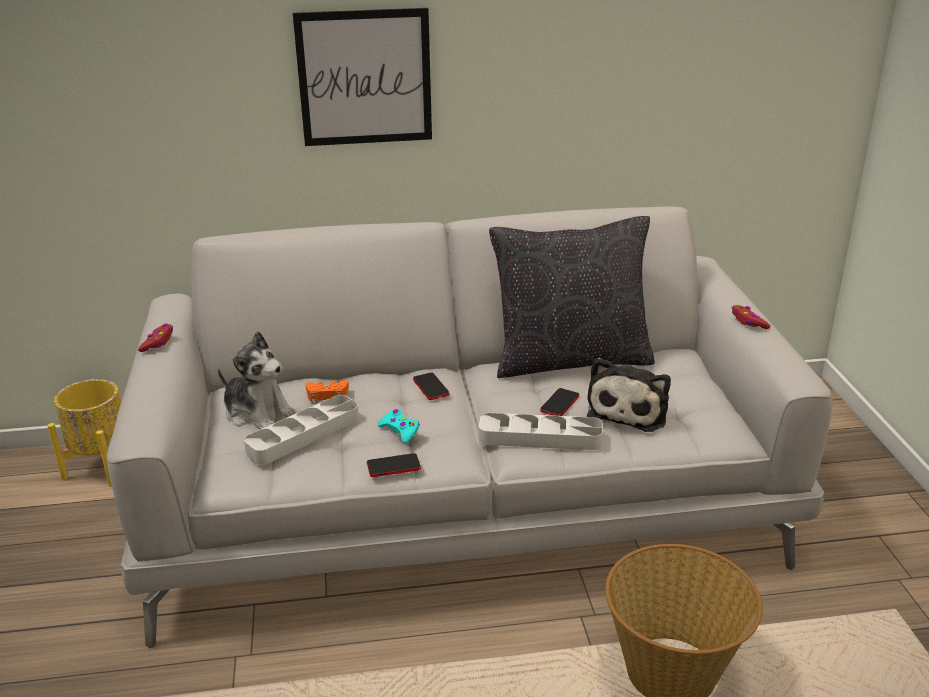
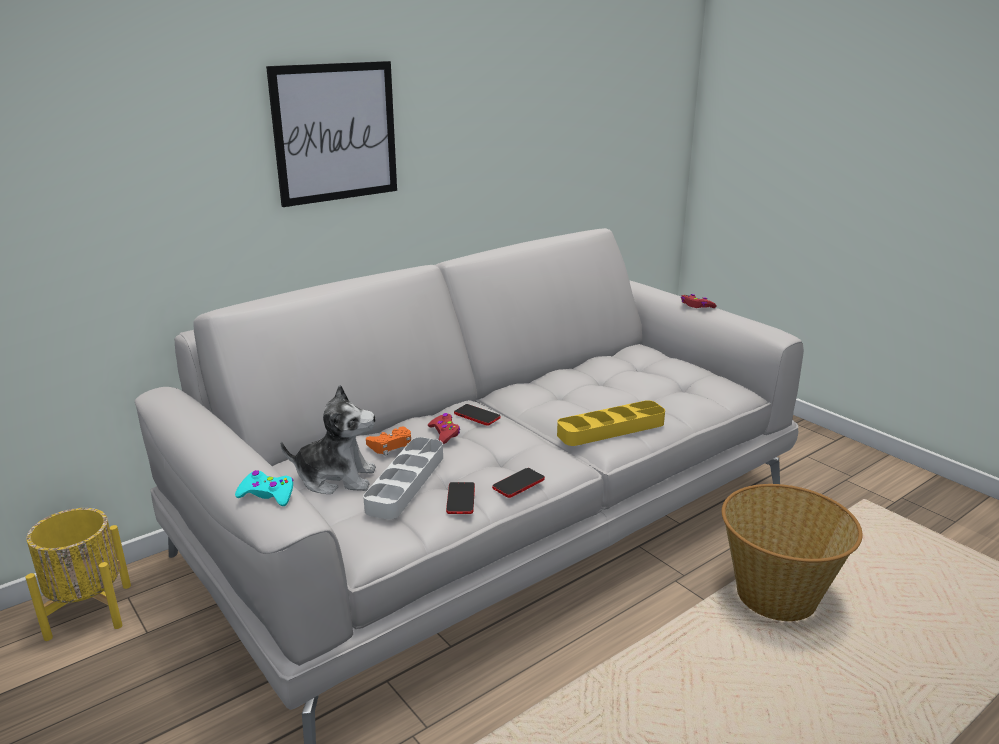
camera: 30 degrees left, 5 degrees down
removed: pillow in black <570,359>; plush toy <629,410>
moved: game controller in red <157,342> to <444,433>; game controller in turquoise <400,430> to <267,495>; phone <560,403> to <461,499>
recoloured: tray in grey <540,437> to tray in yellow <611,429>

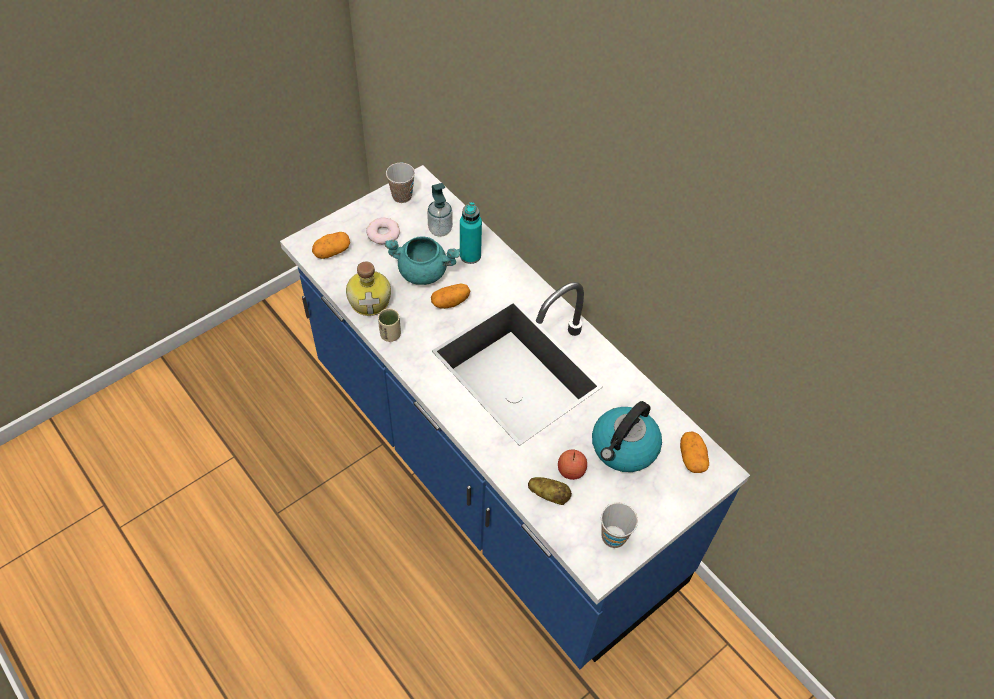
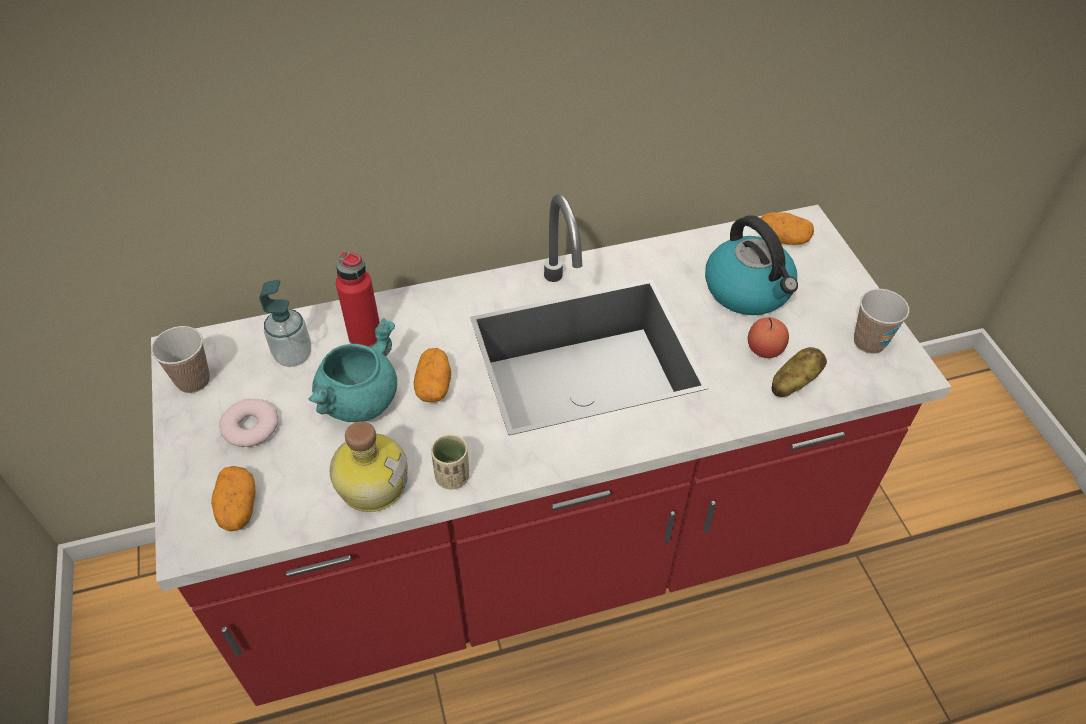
camera: 65 degrees left, 5 degrees down
recoloured: counter in blue <490,473> to counter in red <541,552>; bottle in turquoise <470,256> to bottle in red <365,337>

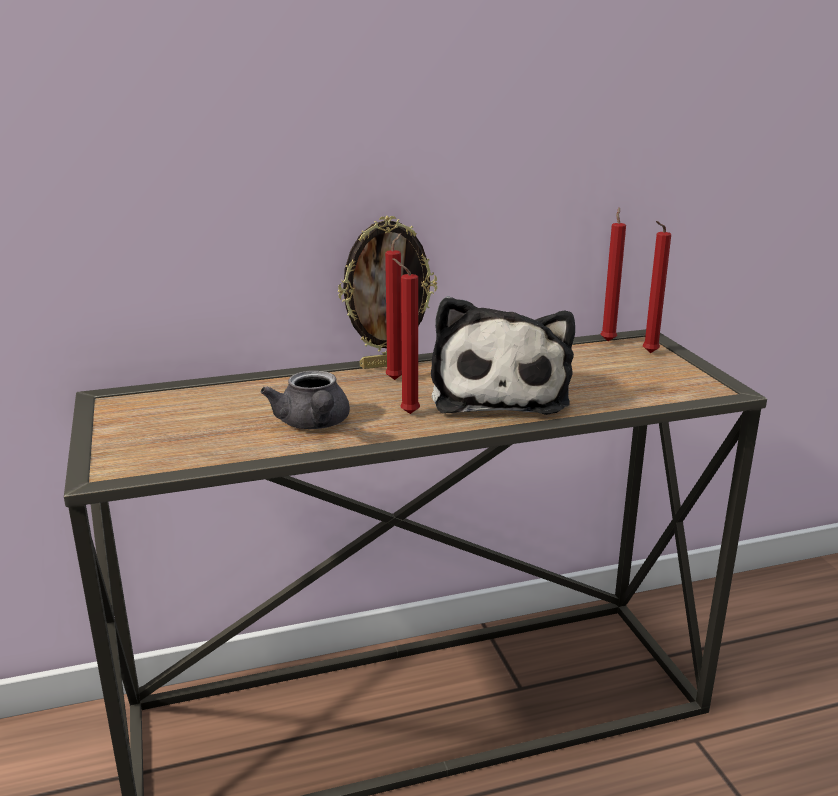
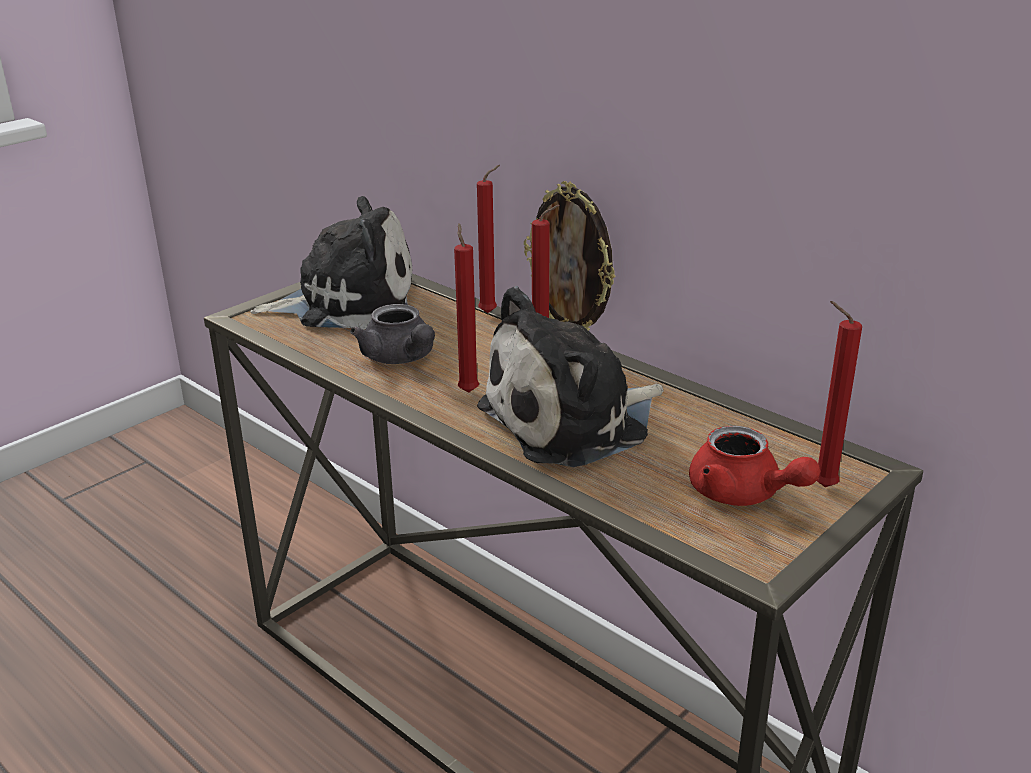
camera: 60 degrees right, 5 degrees up
added: plush toy <348,302>; teapot in red <743,494>
moved: candle in red <608,340> to <490,312>
turned: teapot in grey <313,424> = <401,358> 75 degrees counterclockwise

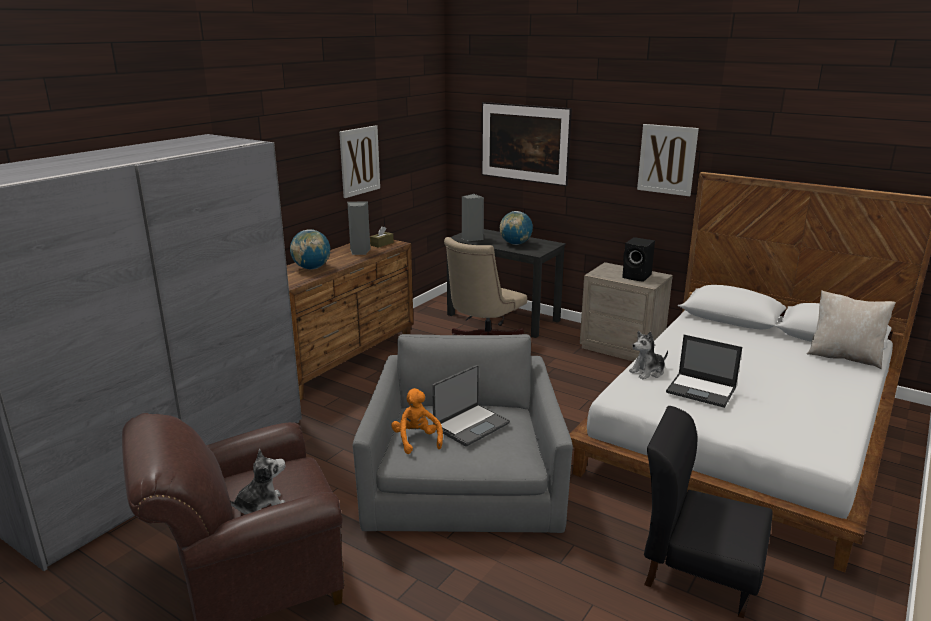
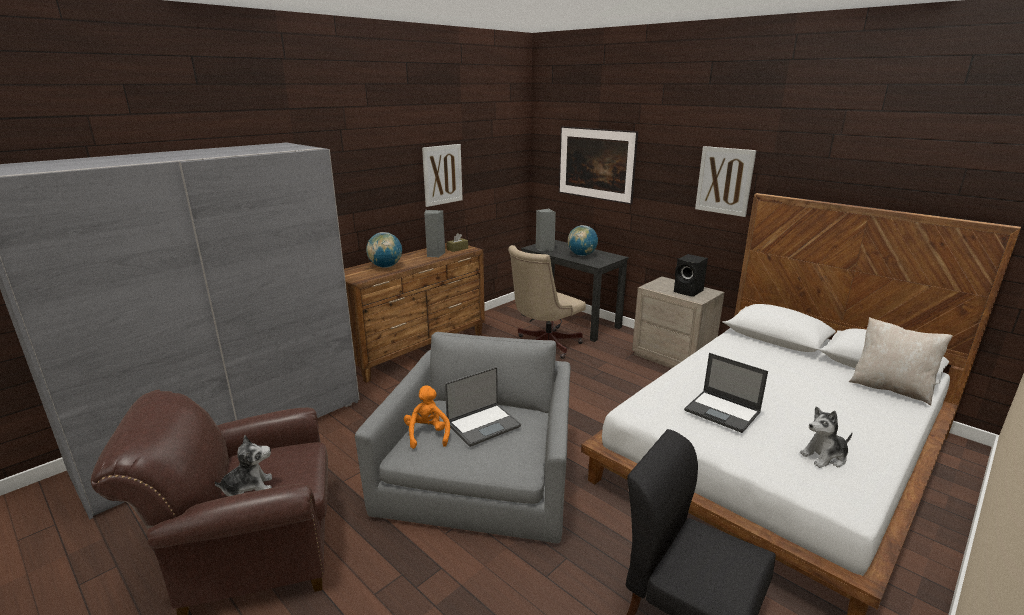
camera: 10 degrees right, 0 degrees up
moved: plush toy <648,372> to <824,457>

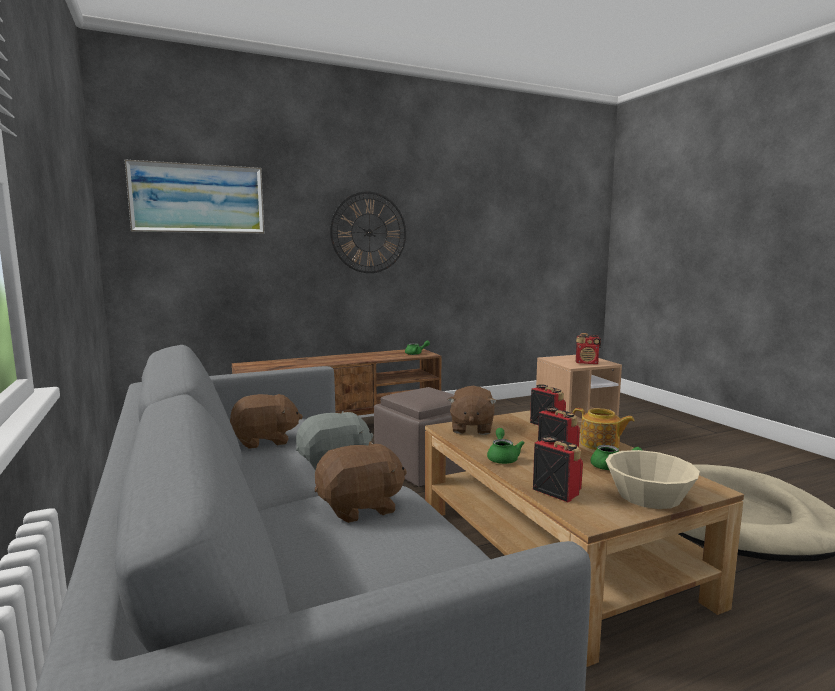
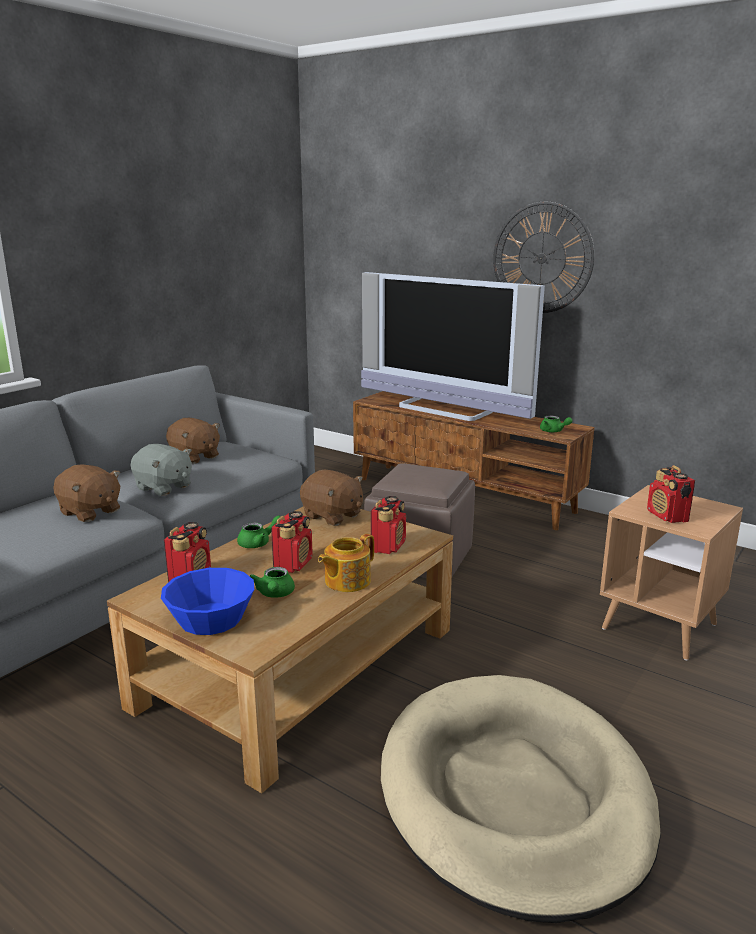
camera: 60 degrees right, 10 degrees up
removed: picture <198,199>
added: television <443,410>
recoloured: bowl in beige <648,495> to bowl in blue <210,618>
turned: plush toy in brown <471,428> = <332,516> 120 degrees counterclockwise; teapot <600,444> = <346,581> 45 degrees clockwise

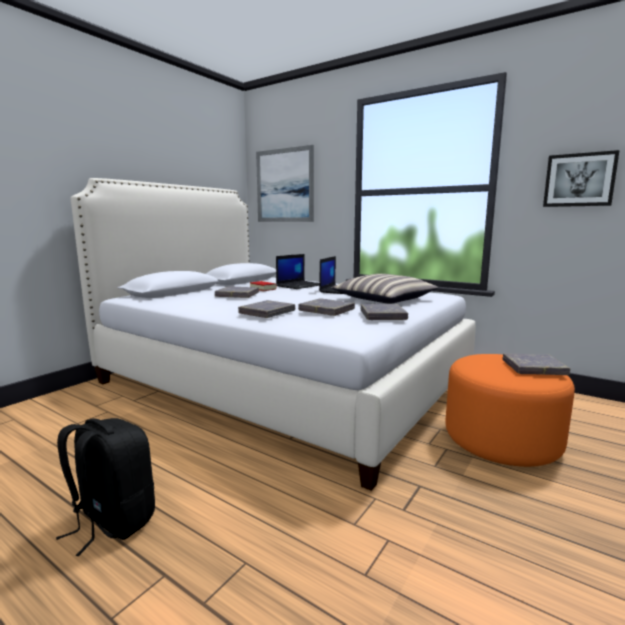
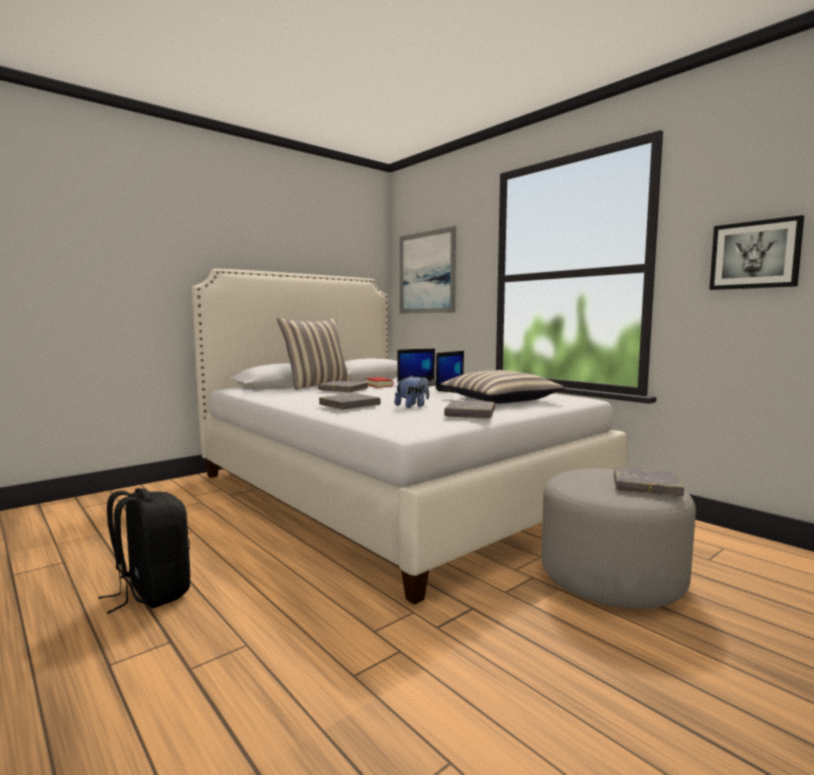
camera: 15 degrees right, 5 degrees down
added: pillow <317,385>
replaced: book in grey <326,310> to plush toy <412,406>
recoloured: ottoman in orange <501,440> to ottoman in grey <611,577>

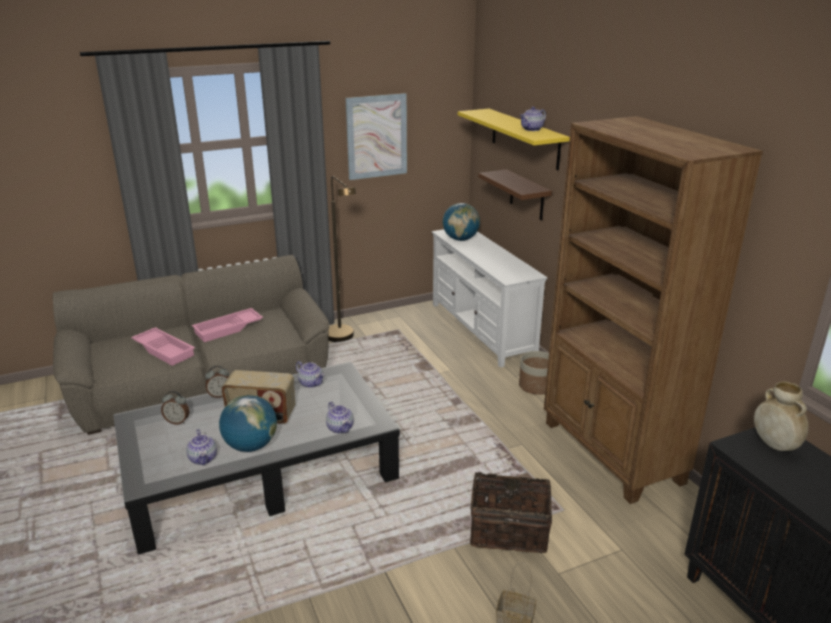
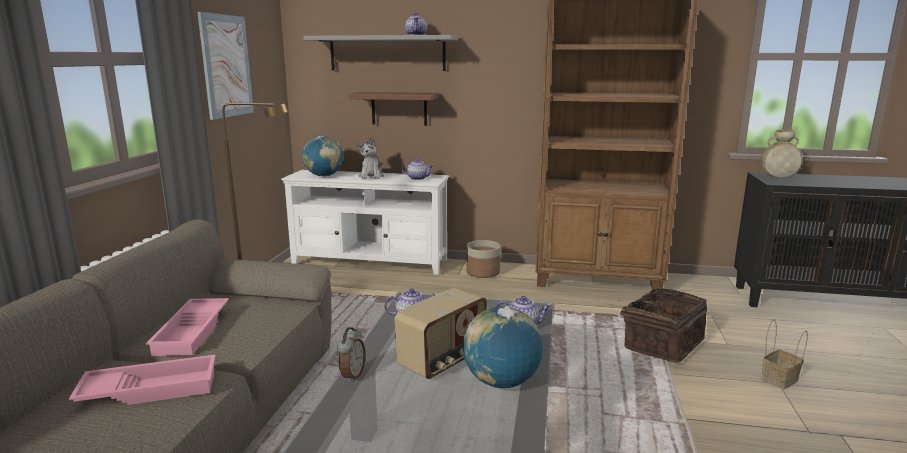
camera: 55 degrees left, 10 degrees down
removed: alarm clock <177,421>
added: plush toy <371,176>
moved: teapot <203,458> to <418,178>
recoloured: shelf in yellow <525,138> to shelf in grey <387,53>

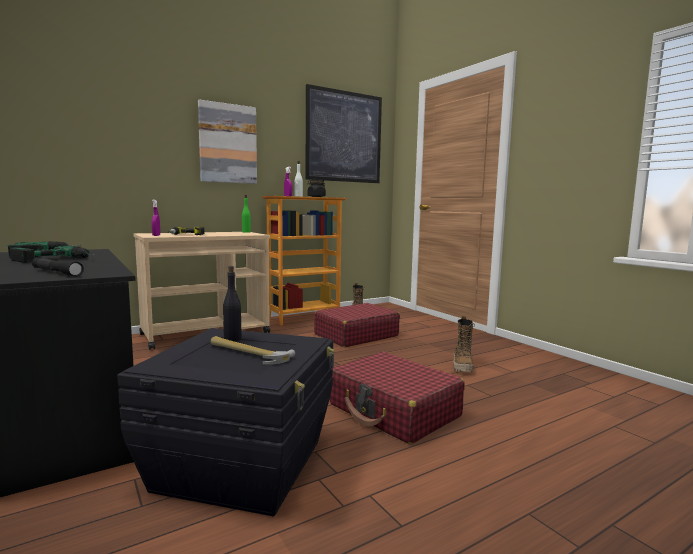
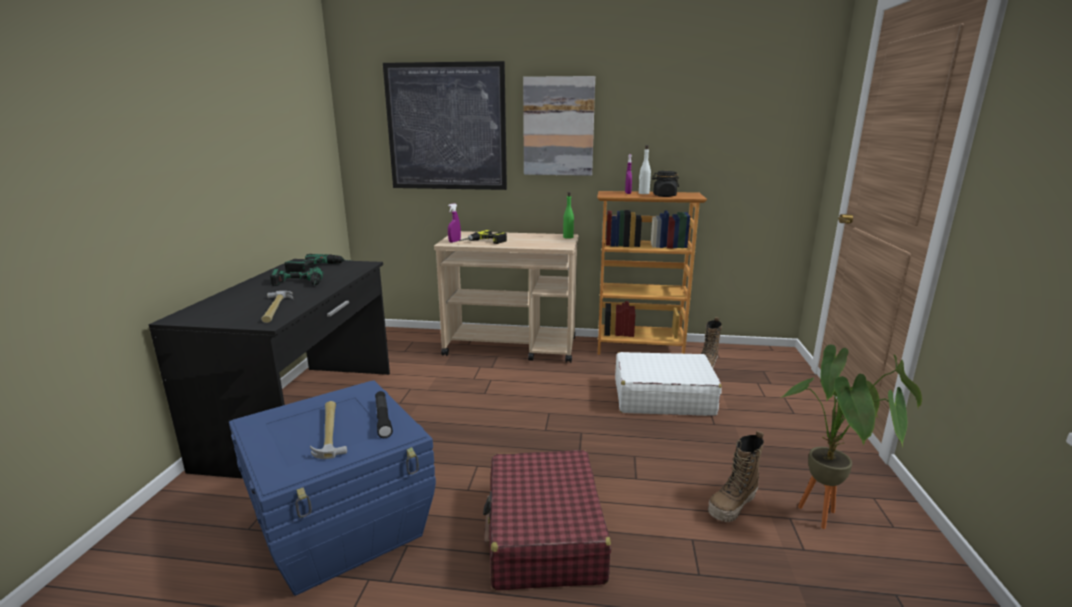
camera: 40 degrees right, 10 degrees up
removed: bottle in black <232,339>
added: hammer <274,309>; potted plant <827,521>
moved: flashlight in black <56,272> to <383,418>; picture <344,137> to <446,127>
recoloured: storage box in black <243,464> to storage box in blue <343,527>; suitcase in red <356,335> to suitcase in white <662,397>

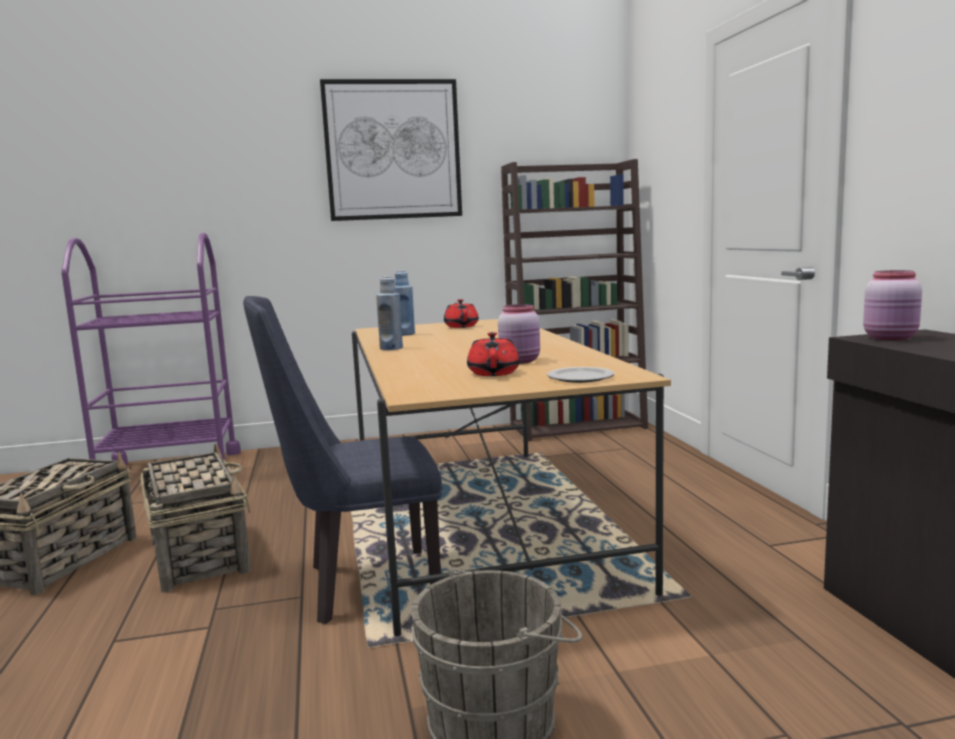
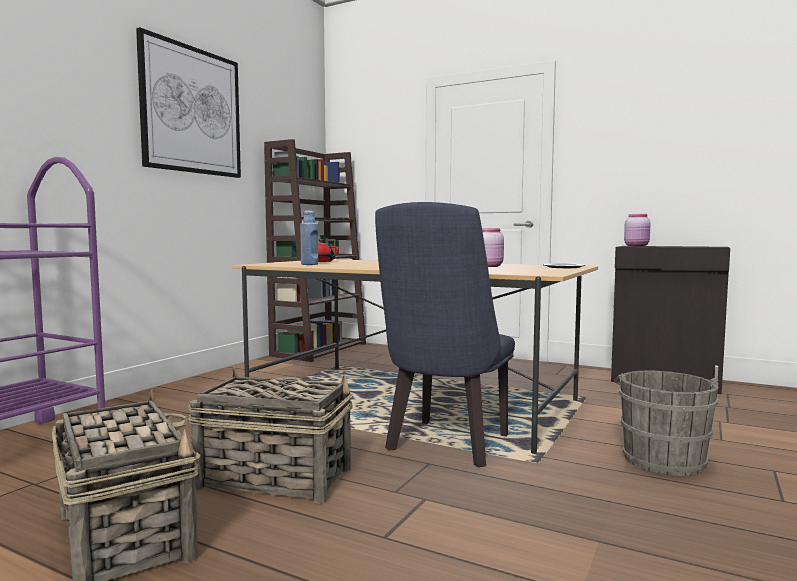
camera: 50 degrees left, 5 degrees down
removed: bottle in blue <391,348>; teapot in red <494,373>

